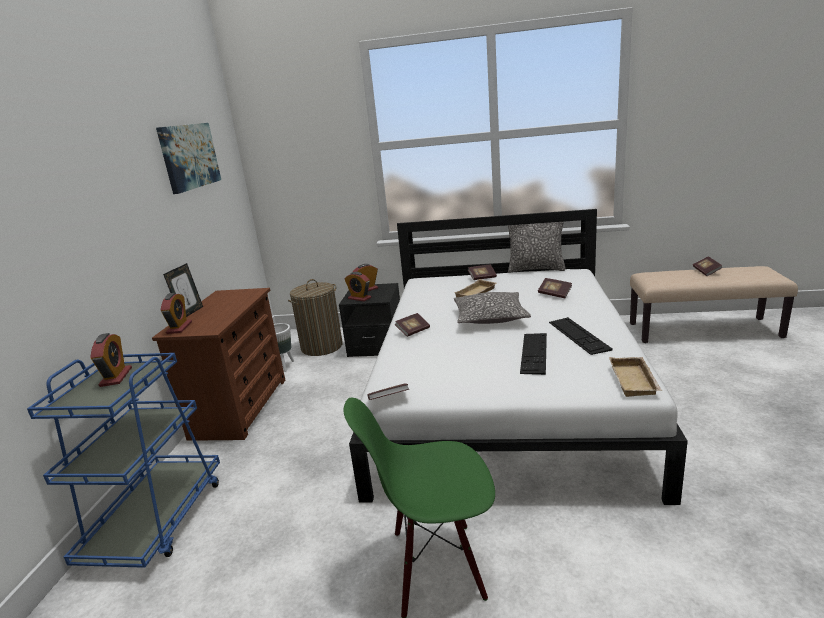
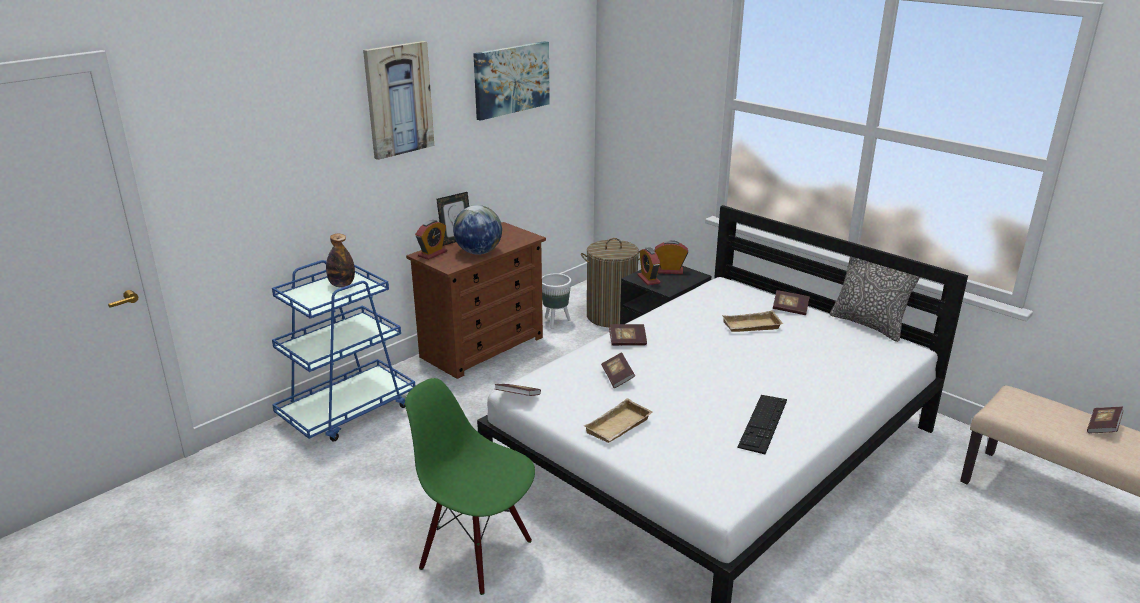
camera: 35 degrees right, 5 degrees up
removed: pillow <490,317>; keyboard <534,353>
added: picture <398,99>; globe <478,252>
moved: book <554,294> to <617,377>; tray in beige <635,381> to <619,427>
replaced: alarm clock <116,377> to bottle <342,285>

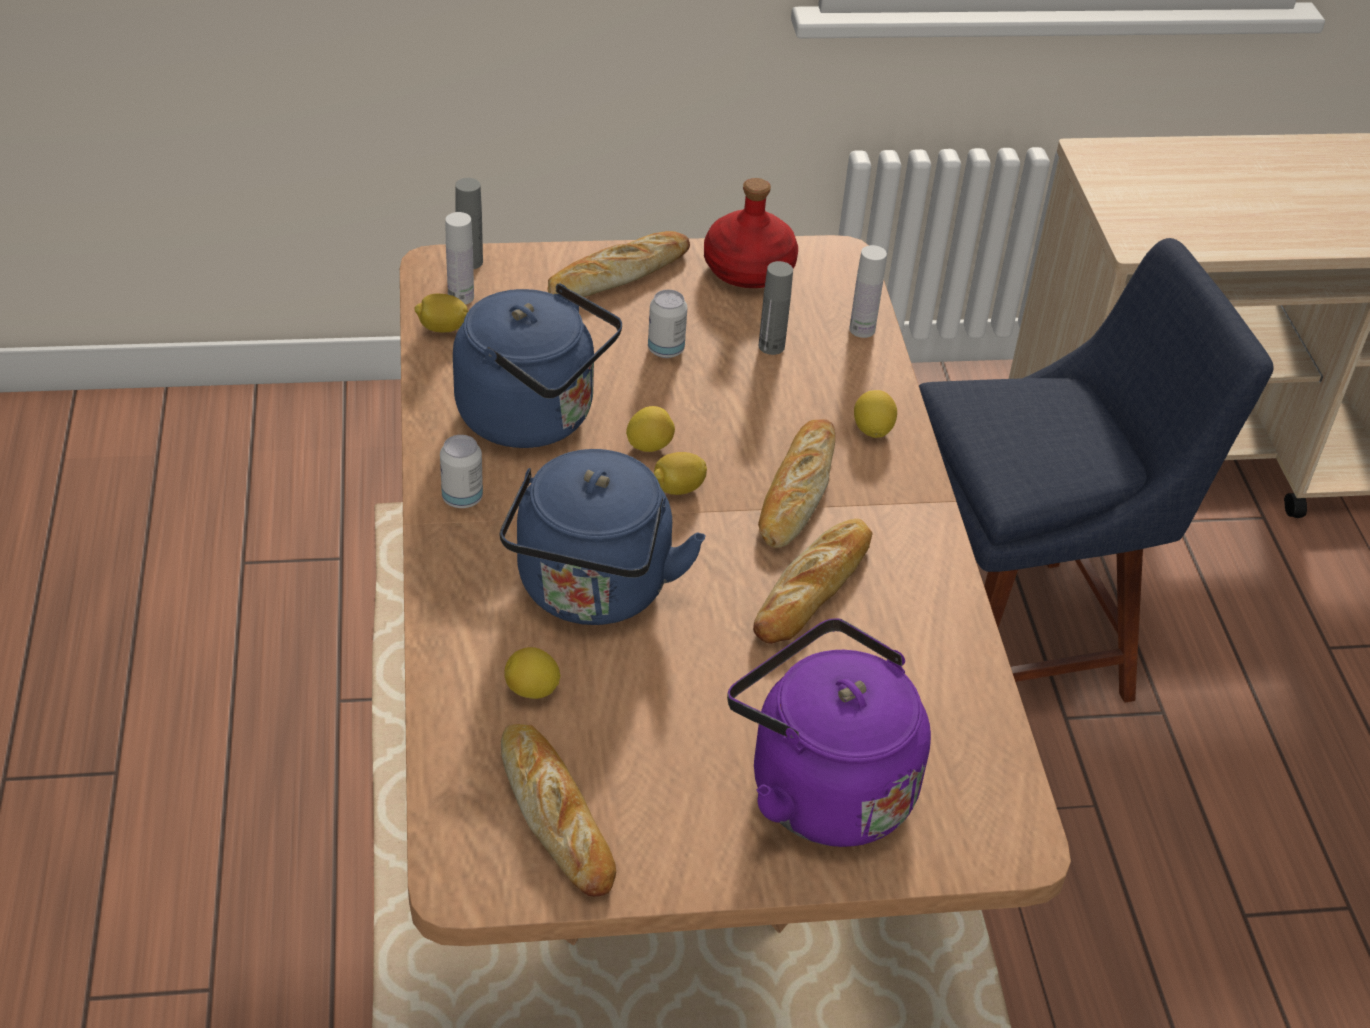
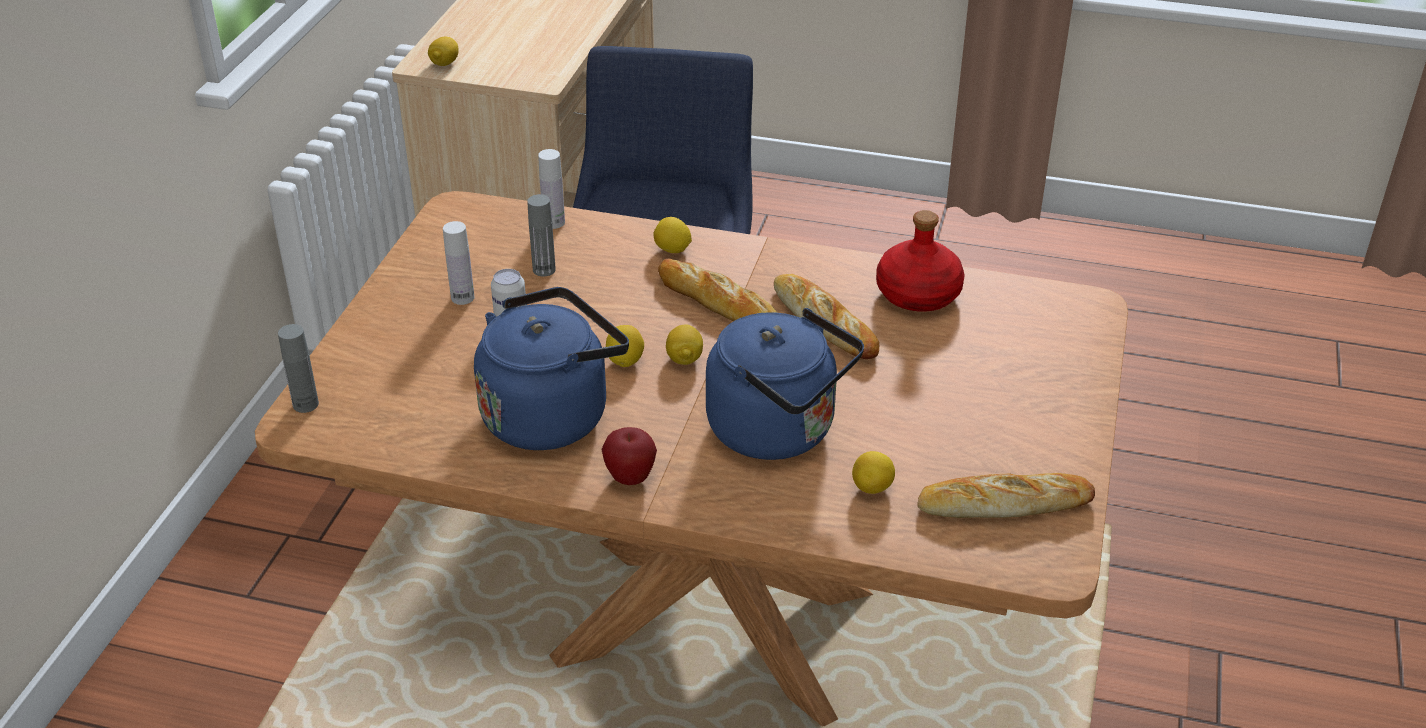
camera: 65 degrees left, 5 degrees down
removed: bread <617,274>; kettle in purple <821,787>
moved: lemon <442,328> to <444,63>; bottle in white <461,297> to <462,298>; bottle in red <749,269> to <918,293>
replaced: can <462,498> to apple <630,478>

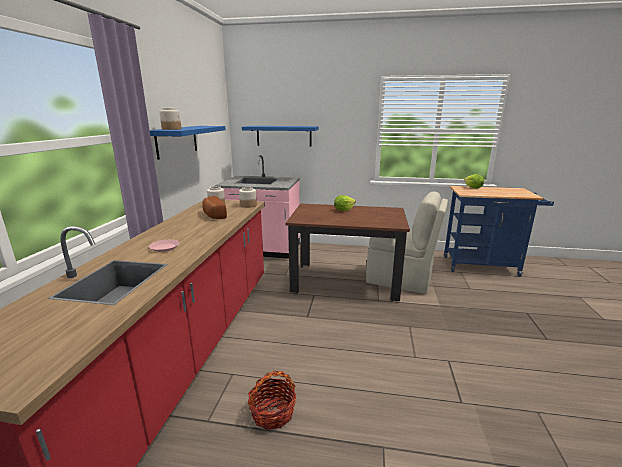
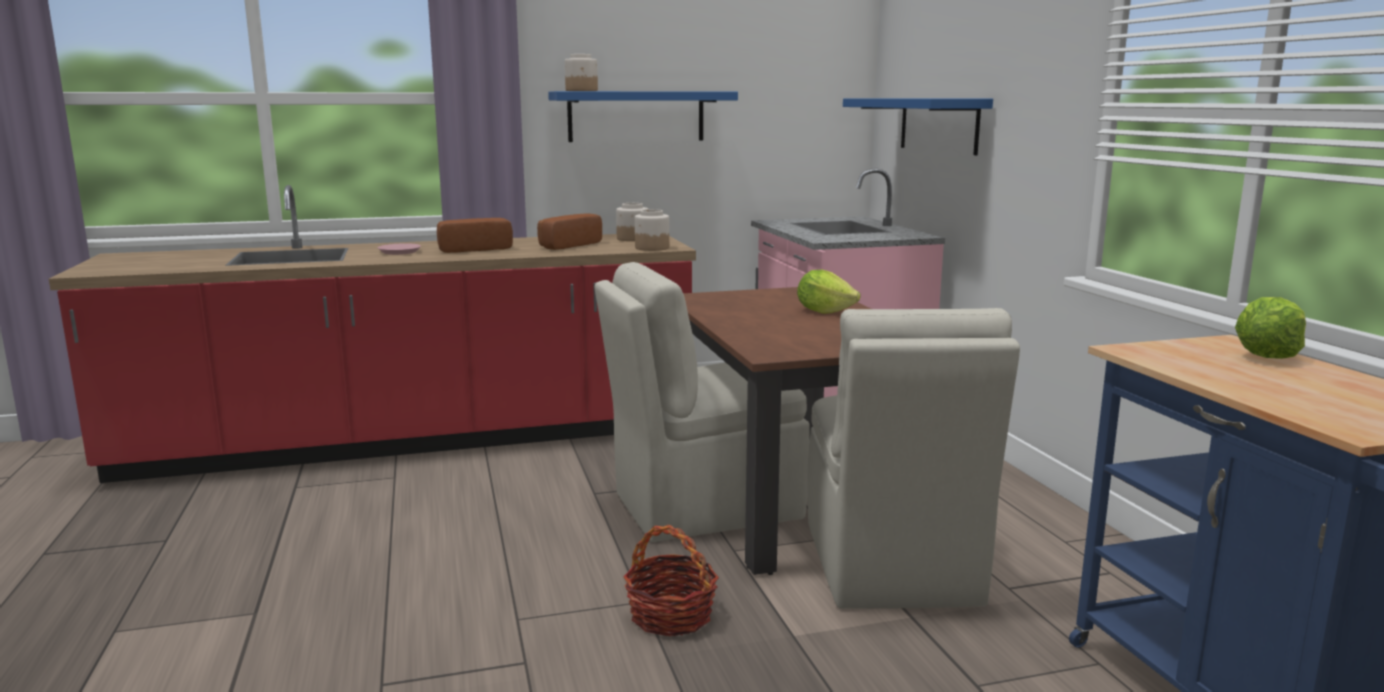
camera: 65 degrees right, 5 degrees down
added: bread <473,249>; chair in beige <702,507>
moved: basket <272,413> to <670,616>

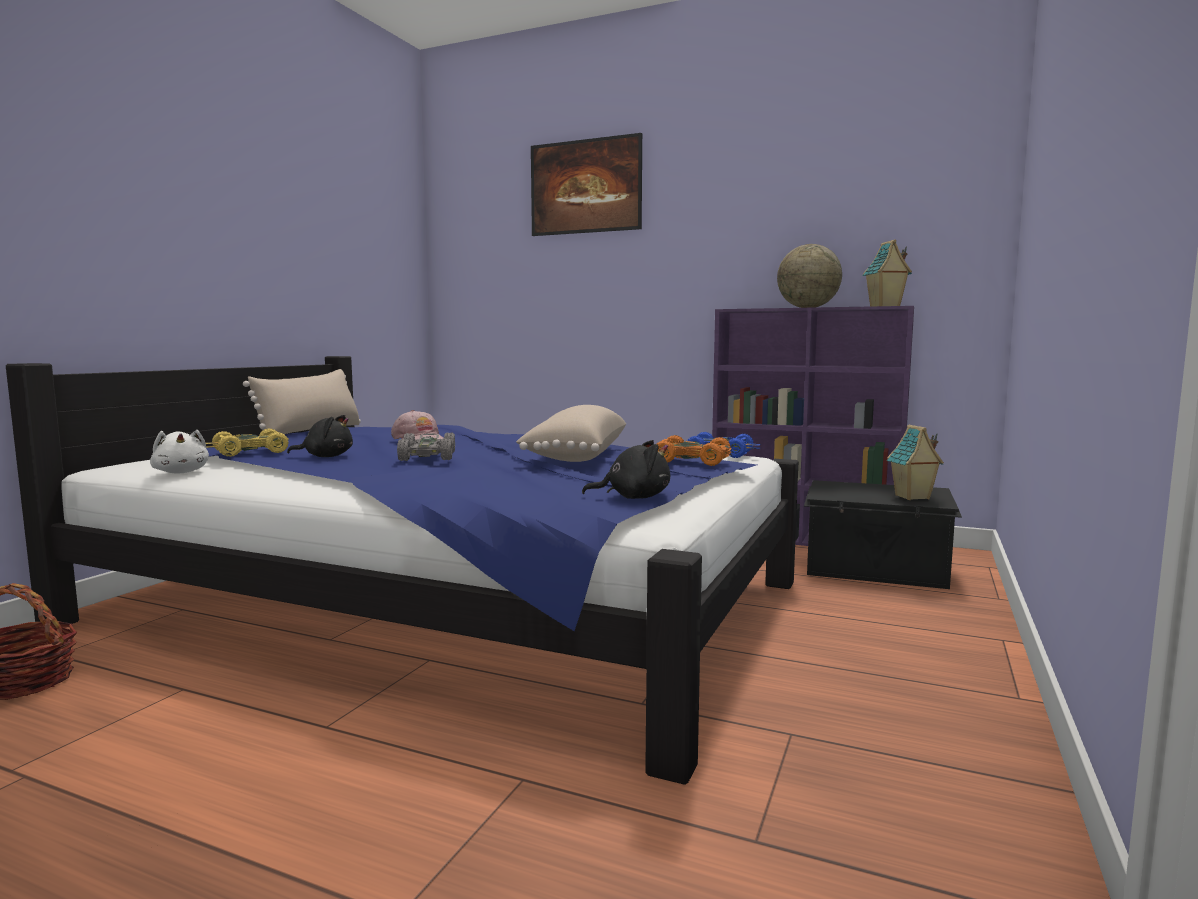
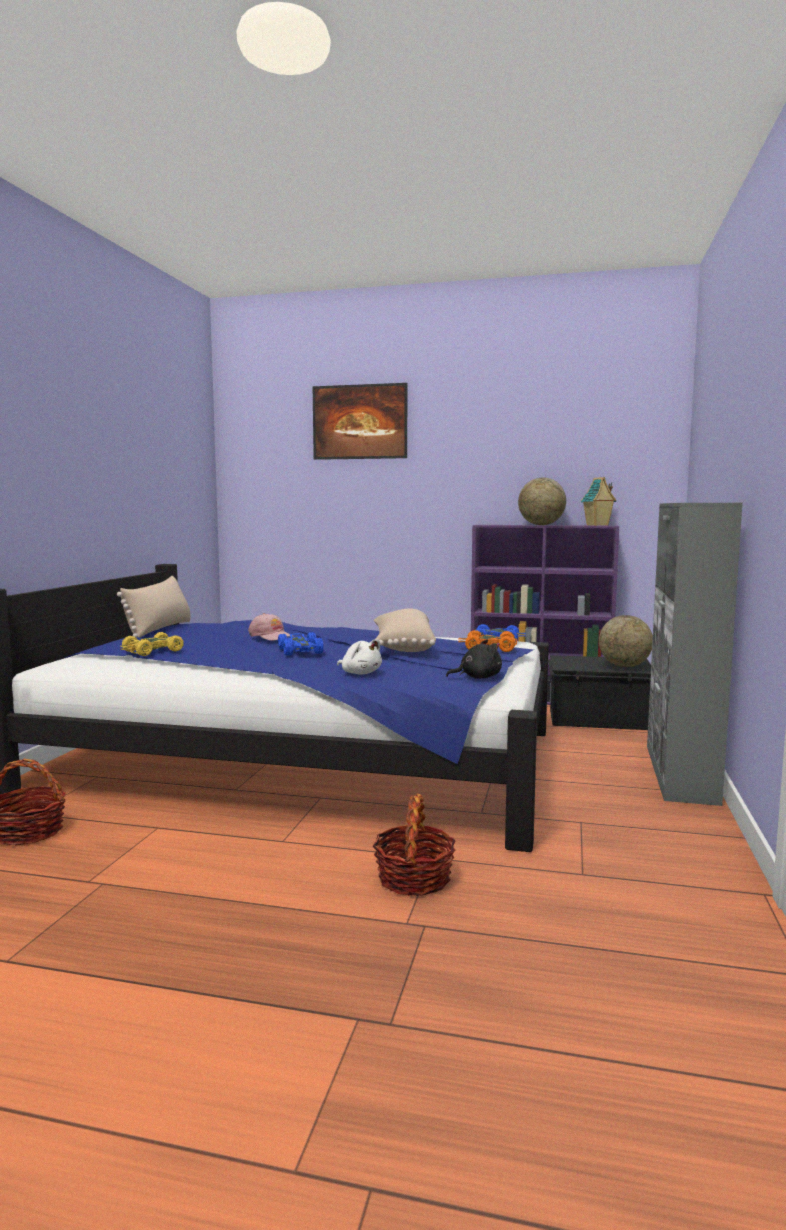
camera: 10 degrees left, 0 degrees up
removed: plush toy in black <326,457>
added: basket <414,879>; cabinet in grey <680,773>
moved: plush toy in white <181,472> to <360,673>
replaced: toy house <912,497> to globe <624,666>
recoloured: toy car in grey <427,456> to toy car in blue <299,651>

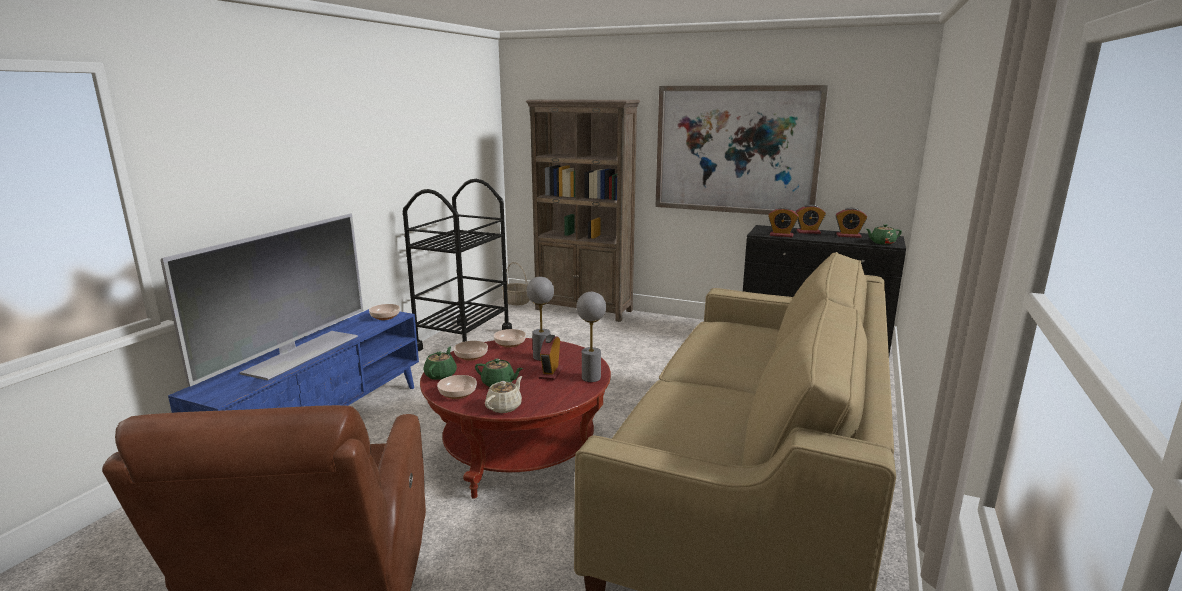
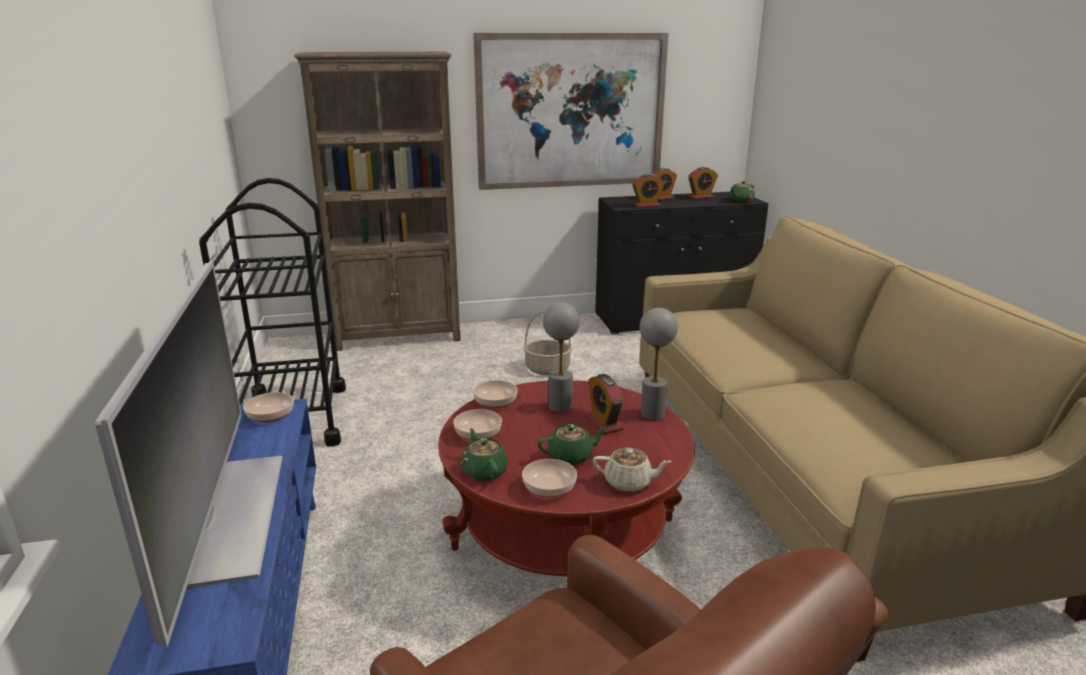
camera: 35 degrees left, 5 degrees up
moved: basket <517,302> to <548,368>
turned: teapot in beige <504,407> = <629,482> 105 degrees clockwise

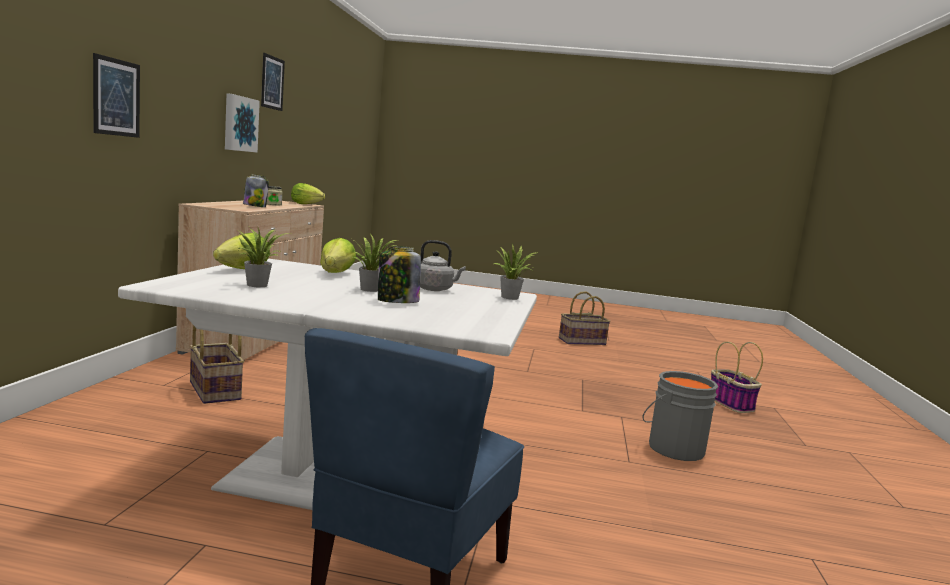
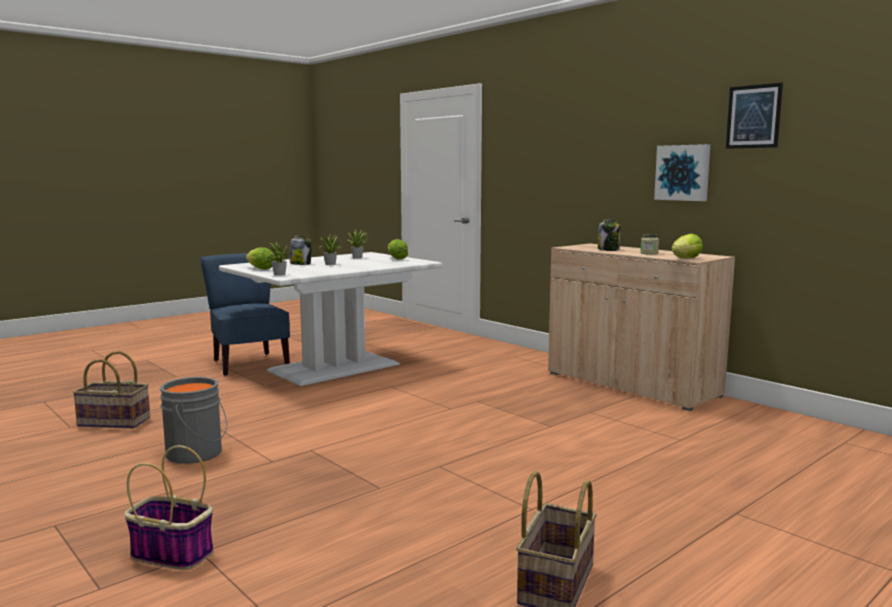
camera: 130 degrees right, 0 degrees up
removed: picture <116,97>; kettle in grey <435,289>
moved: basket <216,390> to <113,422>; lettuce <336,273> to <260,269>

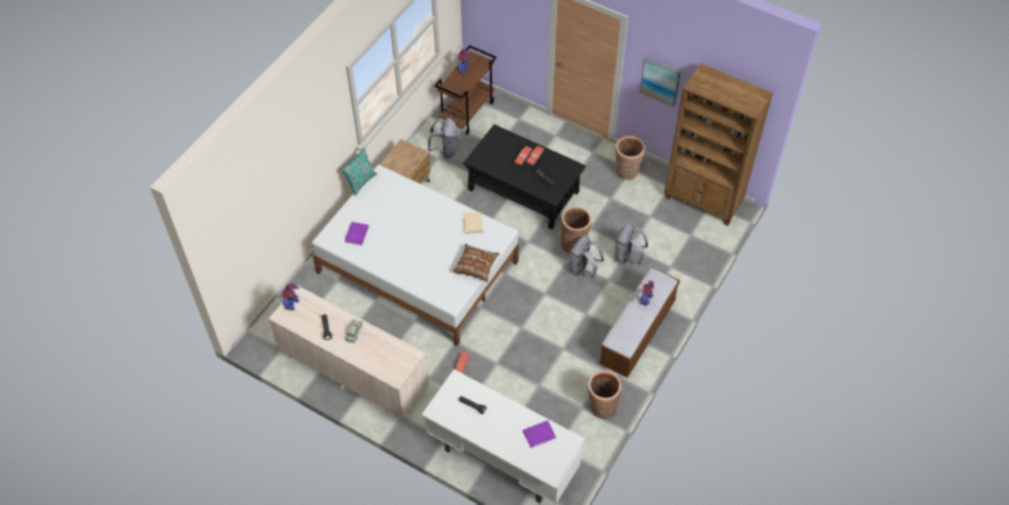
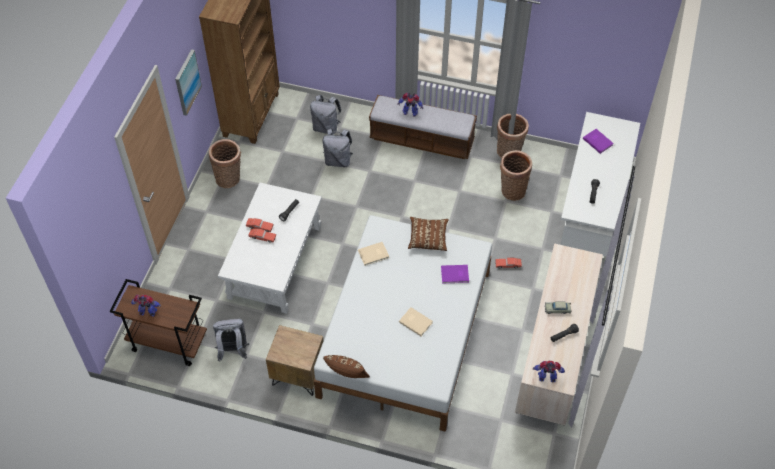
camera: 105 degrees left, 0 degrees up
added: book in beige <415,321>
moved: book in purple <356,234> to <455,275>; basket <574,243> to <512,190>; backpack in grey <583,269> to <326,127>
recoloured: pillow in turquoise <360,182> to pillow in brown <347,377>; coffee table in black <524,190> to coffee table in white <274,261>

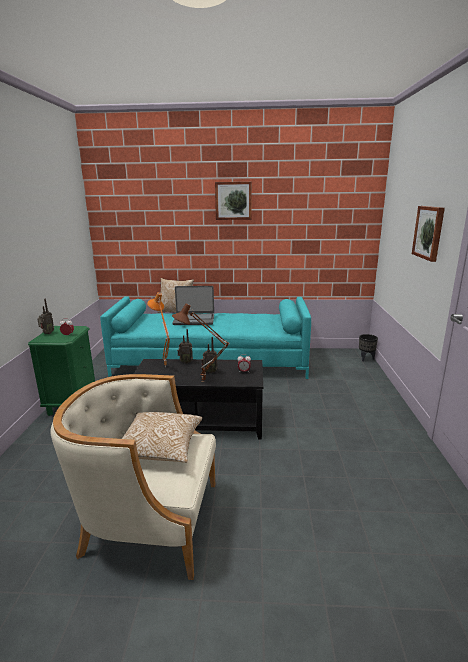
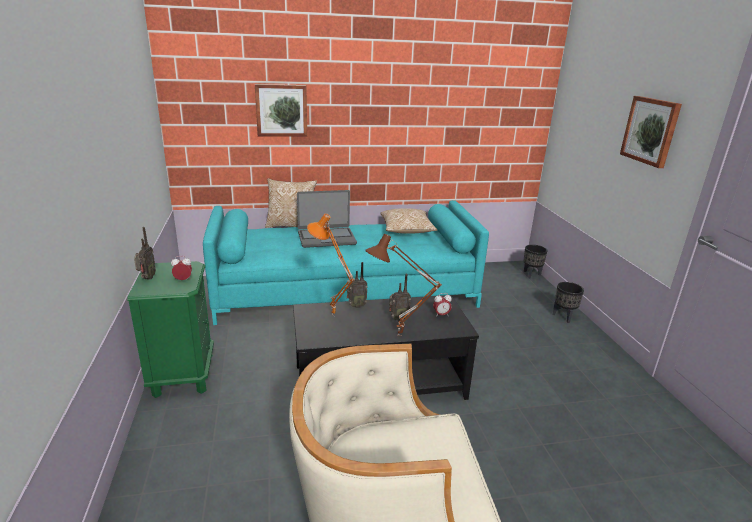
camera: 15 degrees left, 5 degrees up
added: planter in black <564,317>
moved: pillow <160,448> to <406,230>; picture <233,201> to <281,110>

